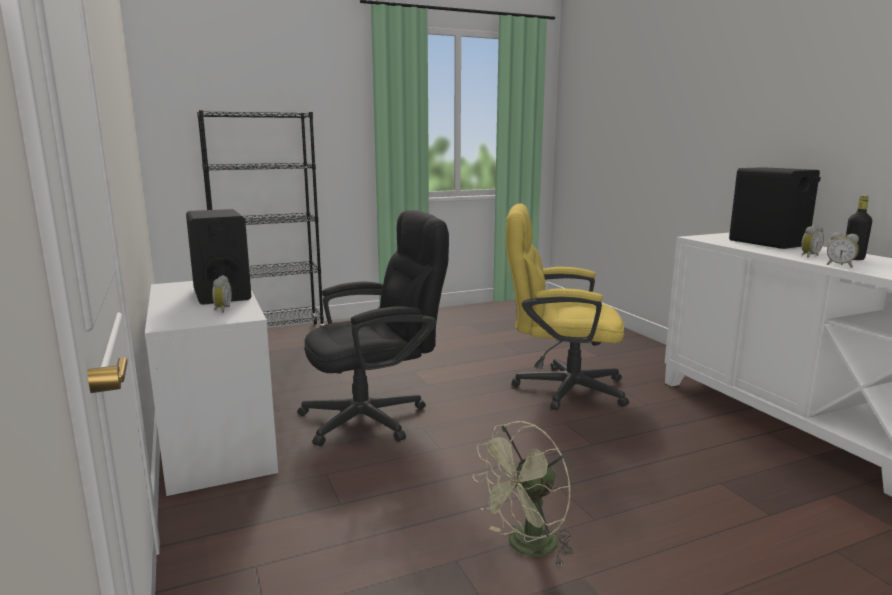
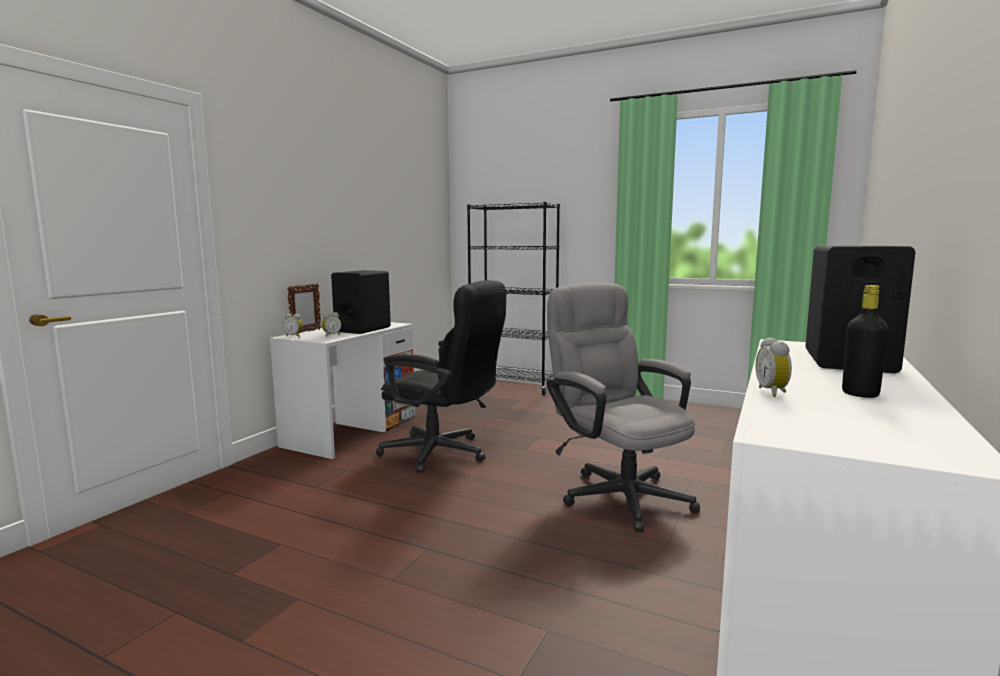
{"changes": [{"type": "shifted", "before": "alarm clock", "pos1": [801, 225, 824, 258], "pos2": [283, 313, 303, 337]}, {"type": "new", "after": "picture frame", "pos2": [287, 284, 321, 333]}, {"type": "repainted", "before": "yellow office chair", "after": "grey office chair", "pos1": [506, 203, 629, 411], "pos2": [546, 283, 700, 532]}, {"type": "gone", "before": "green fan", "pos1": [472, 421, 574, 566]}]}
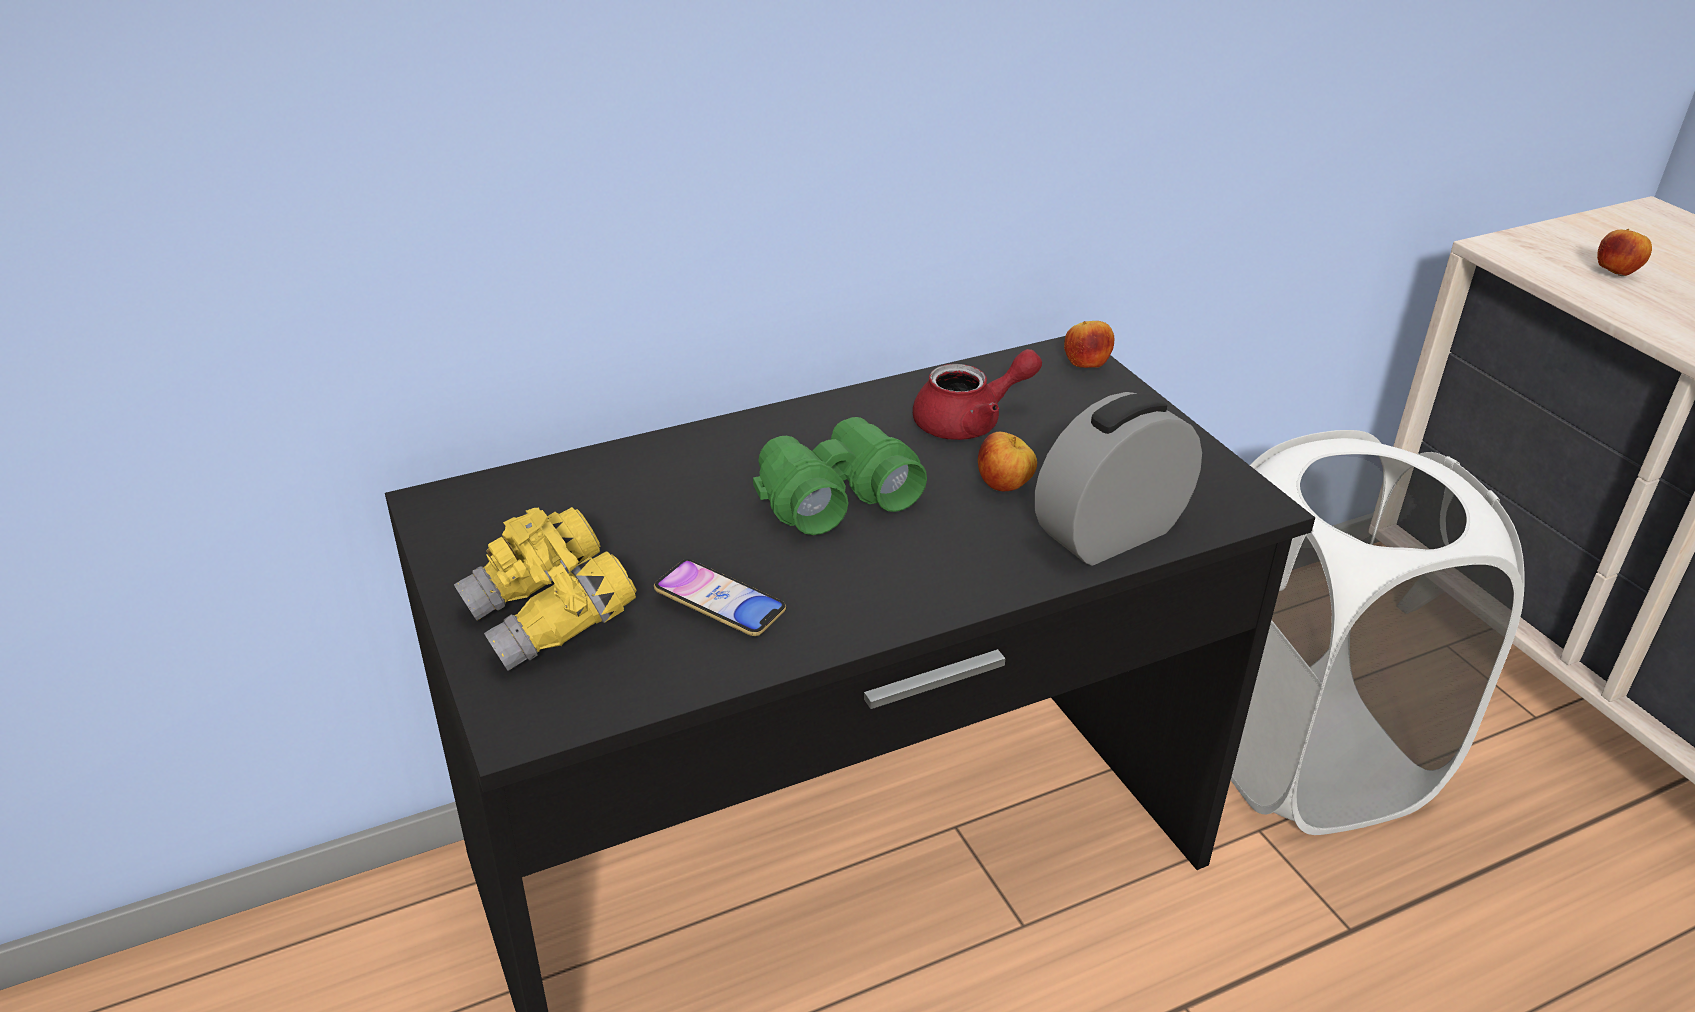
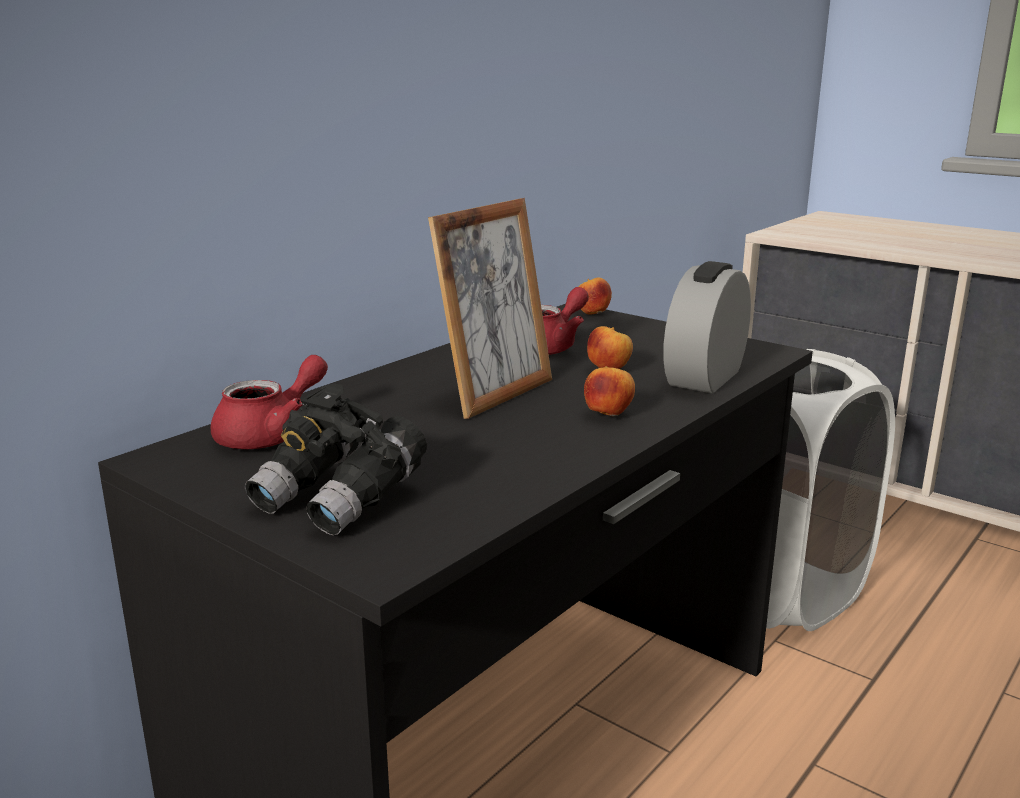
{"changes": [{"type": "new", "after": "red teapot", "pos2": [211, 355, 328, 449]}, {"type": "repainted", "before": "yellow binoculars", "after": "black binoculars", "pos1": [454, 507, 636, 671], "pos2": [245, 383, 427, 535]}, {"type": "swapped", "before": "green binoculars", "after": "picture frame", "pos1": [753, 417, 927, 535], "pos2": [428, 198, 552, 419]}, {"type": "shifted", "before": "apple", "pos1": [1597, 229, 1652, 276], "pos2": [584, 366, 635, 416]}, {"type": "gone", "before": "phone", "pos1": [654, 559, 786, 636]}]}
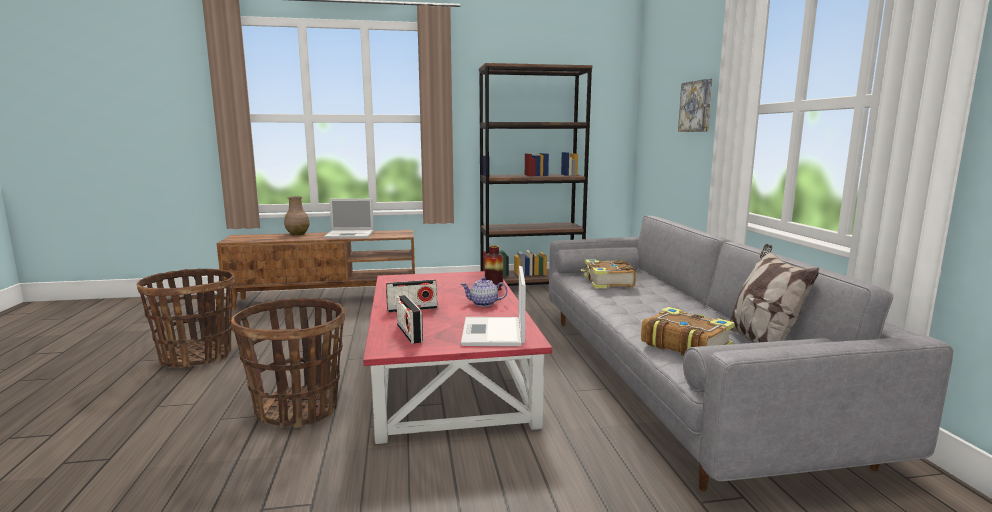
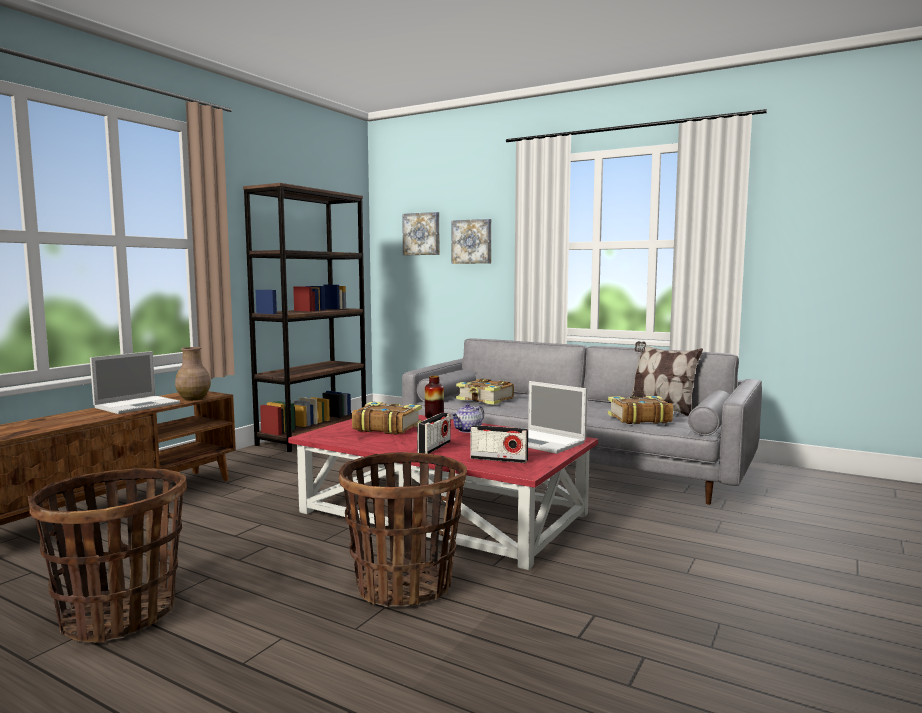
{"changes": [{"type": "shifted", "before": "brown vase", "pos1": [284, 196, 309, 235], "pos2": [175, 347, 211, 401]}, {"type": "new", "after": "book", "pos2": [352, 402, 422, 435]}, {"type": "new", "after": "picture", "pos2": [402, 212, 439, 255]}]}
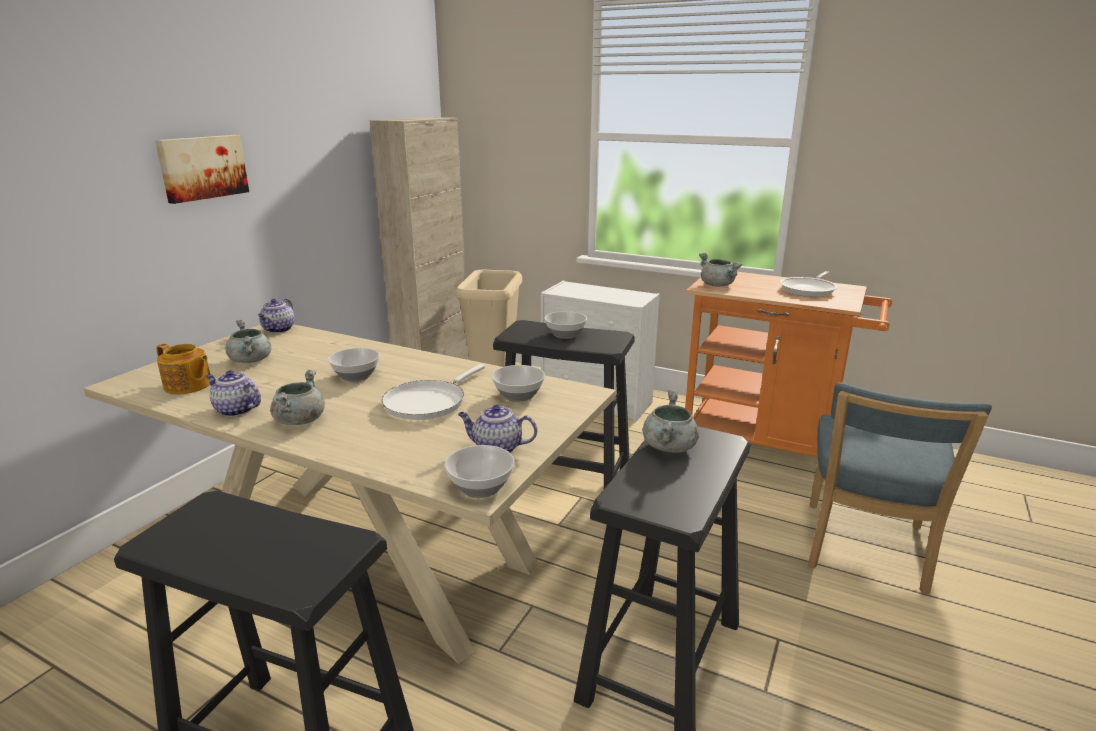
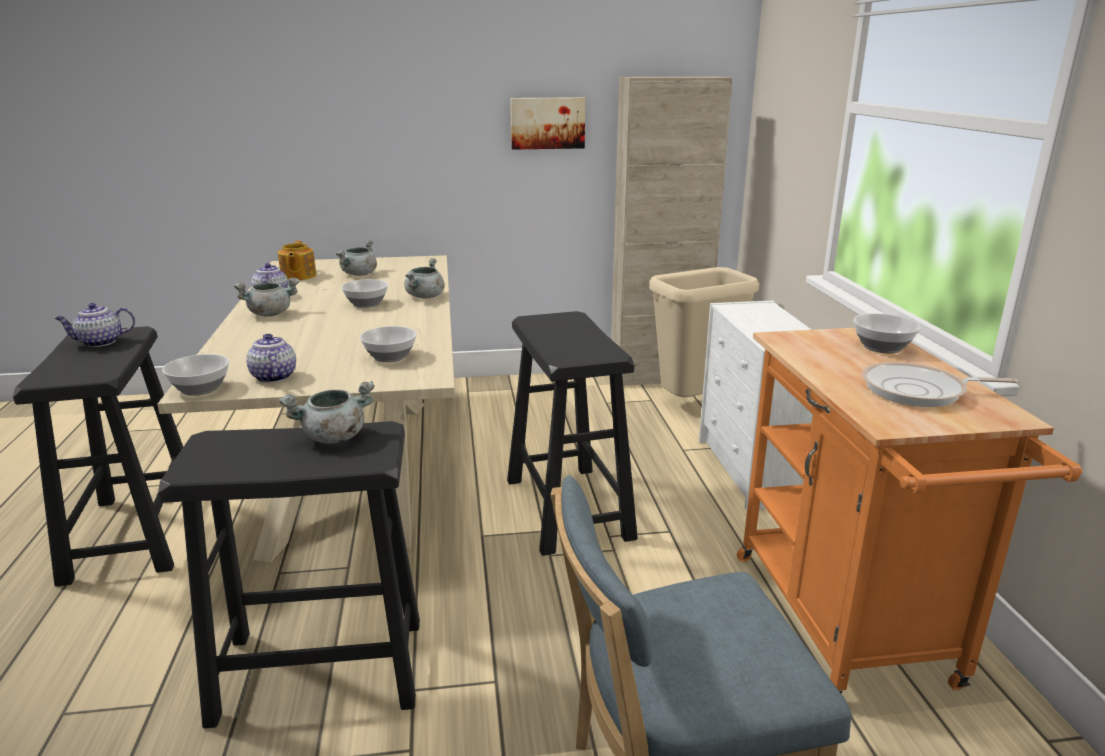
{"changes": [{"type": "shifted", "before": "teapot", "pos1": [258, 299, 295, 333], "pos2": [55, 303, 135, 347]}, {"type": "shifted", "before": "grey cooking pot", "pos1": [699, 253, 742, 286], "pos2": [404, 258, 445, 298]}, {"type": "shifted", "before": "picture", "pos1": [155, 135, 249, 204], "pos2": [511, 97, 585, 150]}, {"type": "shifted", "before": "bowl", "pos1": [545, 311, 587, 339], "pos2": [853, 313, 921, 353]}, {"type": "gone", "before": "white frying pan", "pos1": [382, 364, 485, 420]}]}
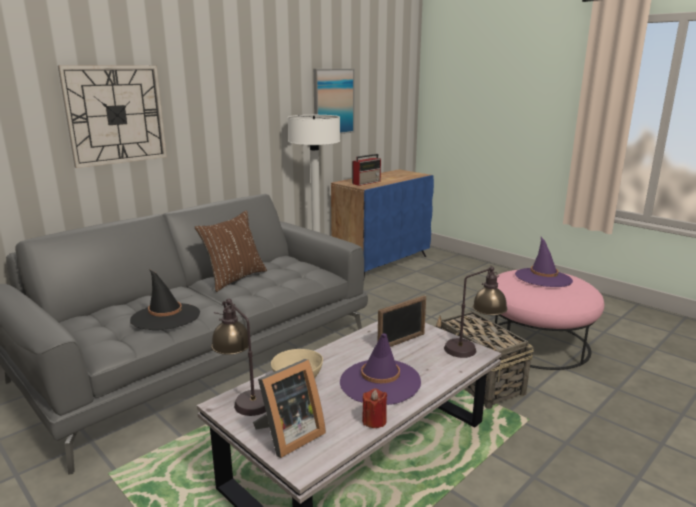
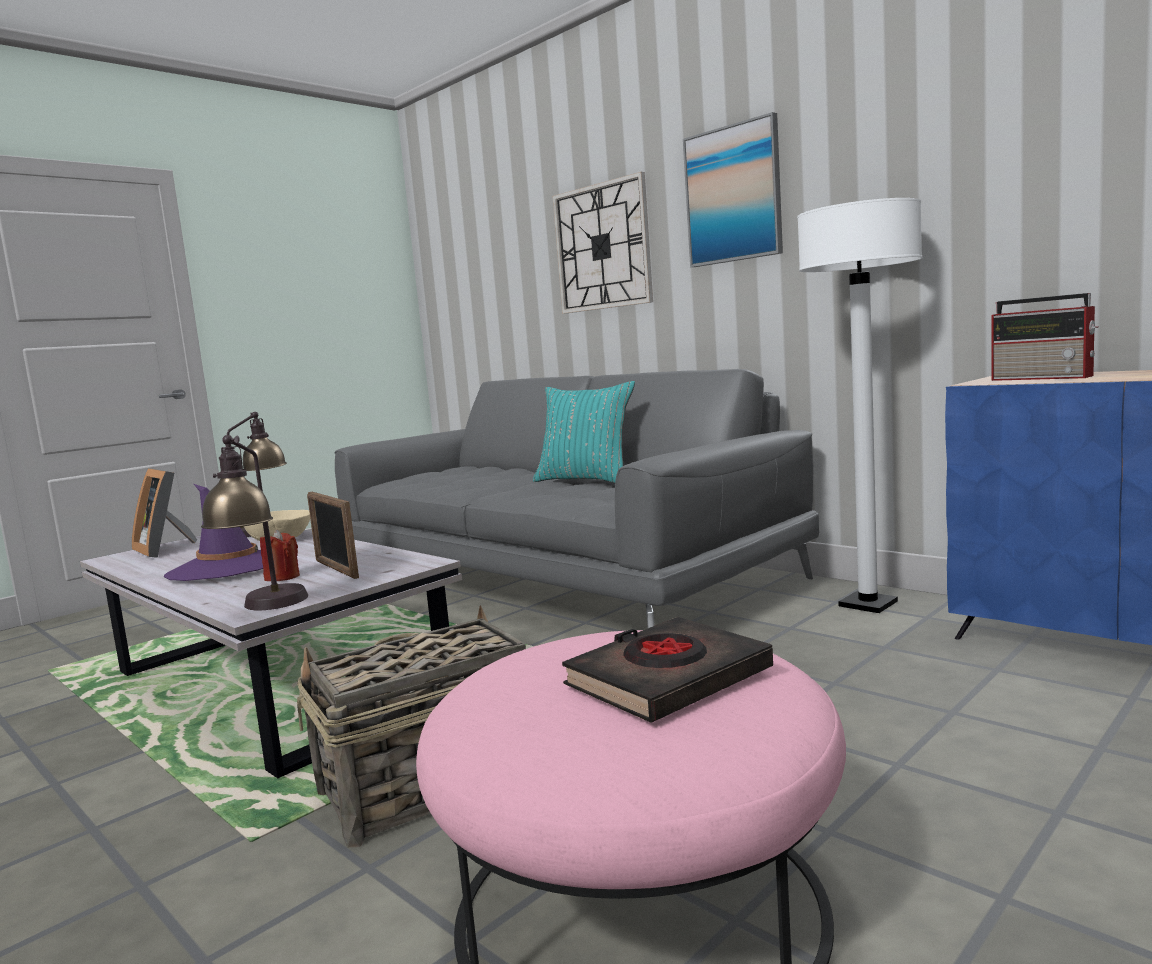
{"changes": [{"type": "shifted", "before": "red candle", "pos1": [362, 388, 387, 428], "pos2": [260, 530, 300, 581]}, {"type": "repainted", "before": "brown pillow", "after": "turquoise pillow", "pos1": [195, 210, 267, 292], "pos2": [533, 381, 635, 483]}, {"type": "swapped", "before": "purple hat", "after": "black book", "pos1": [515, 237, 573, 287], "pos2": [562, 617, 773, 723]}, {"type": "shifted", "before": "picture", "pos1": [313, 69, 355, 134], "pos2": [683, 112, 783, 267]}, {"type": "gone", "before": "black hat", "pos1": [130, 269, 200, 330]}]}
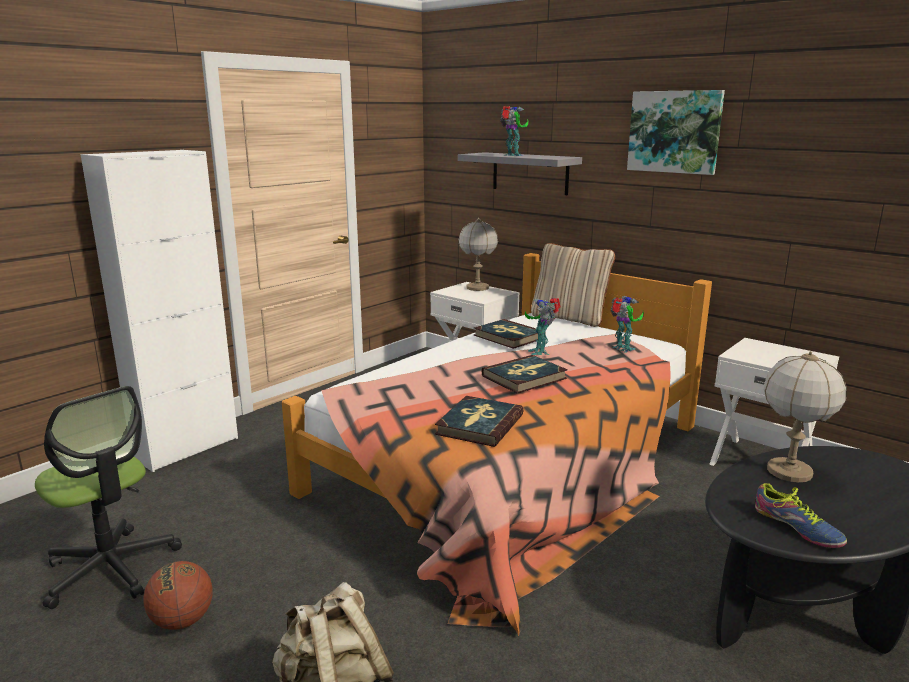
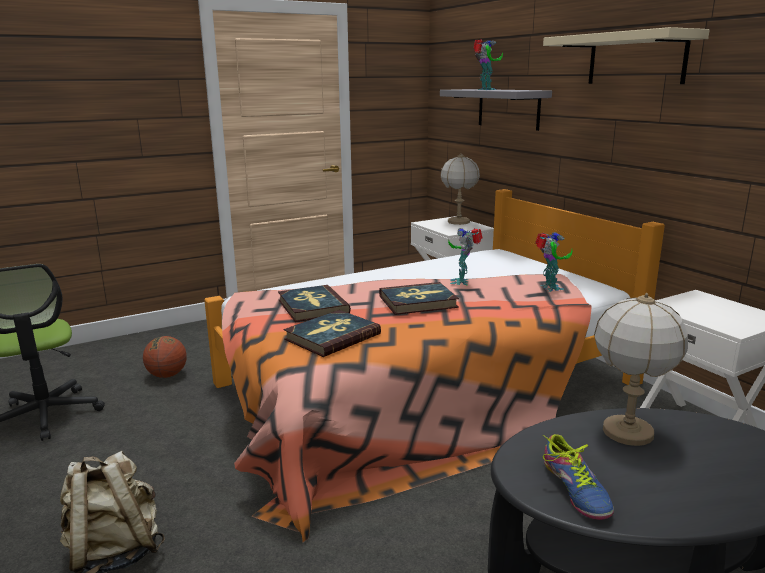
{"changes": [{"type": "shifted", "before": "basketball", "pos1": [143, 561, 213, 630], "pos2": [143, 336, 187, 378]}, {"type": "shifted", "before": "book", "pos1": [474, 319, 546, 349], "pos2": [278, 285, 351, 322]}, {"type": "swapped", "before": "picture", "after": "beige shelf", "pos1": [627, 90, 725, 175], "pos2": [543, 27, 710, 84]}, {"type": "gone", "before": "white cabinet", "pos1": [81, 150, 238, 472]}, {"type": "gone", "before": "beige pillow", "pos1": [531, 243, 615, 327]}]}
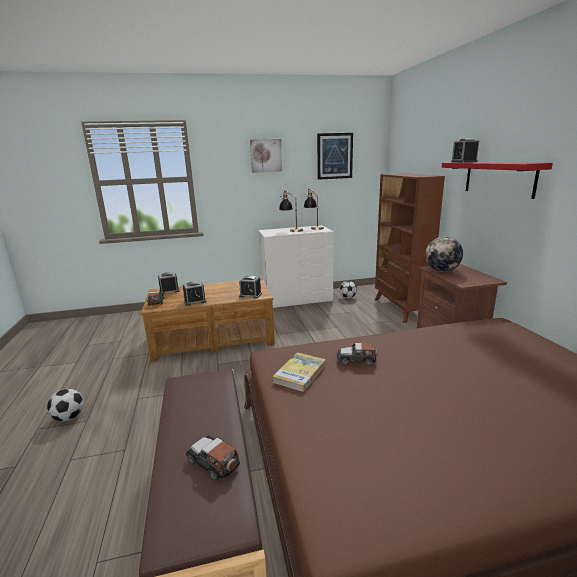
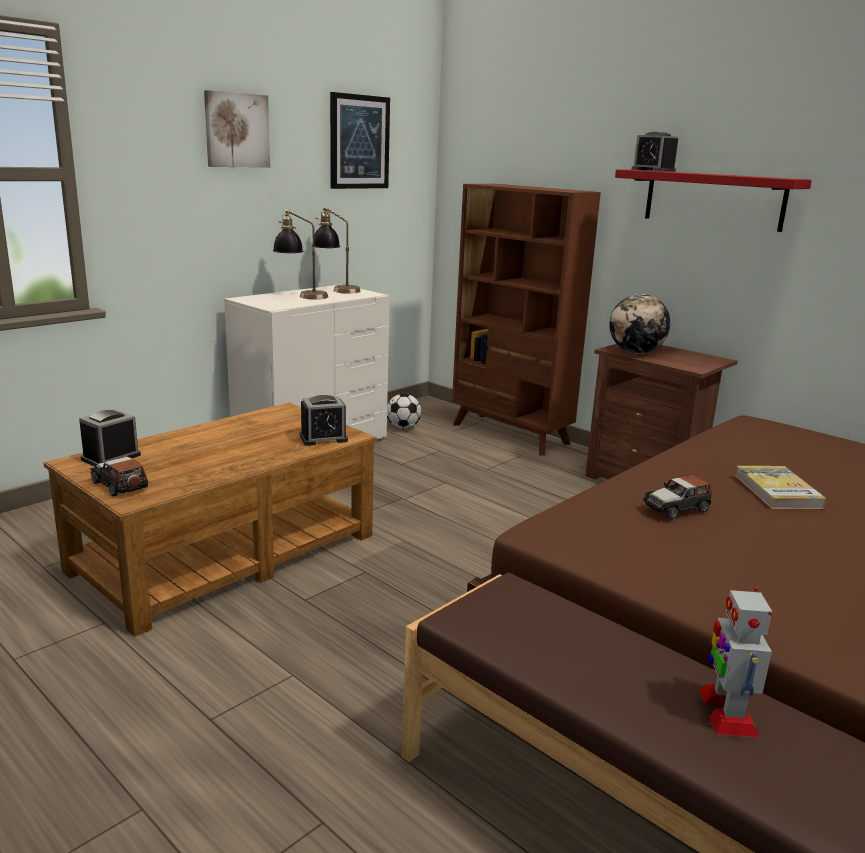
{"changes": [{"type": "swapped", "before": "toy car", "after": "toy robot", "pos1": [186, 436, 240, 481], "pos2": [699, 587, 773, 738]}, {"type": "shifted", "before": "book", "pos1": [272, 353, 326, 392], "pos2": [735, 466, 826, 509]}, {"type": "gone", "before": "football", "pos1": [47, 389, 84, 421]}, {"type": "gone", "before": "alarm clock", "pos1": [183, 281, 207, 306]}]}
